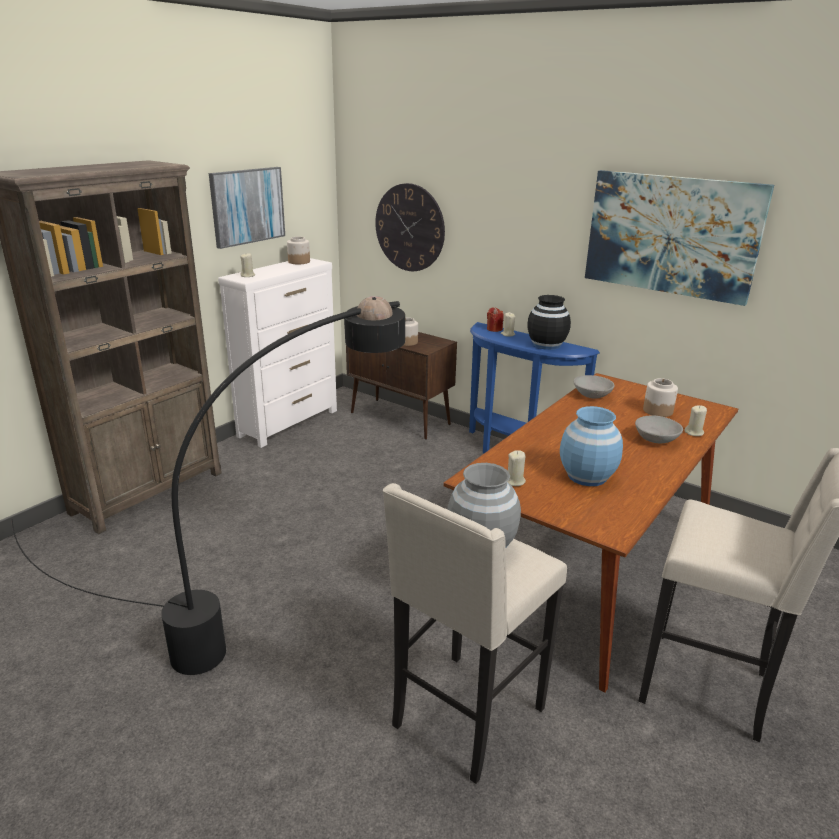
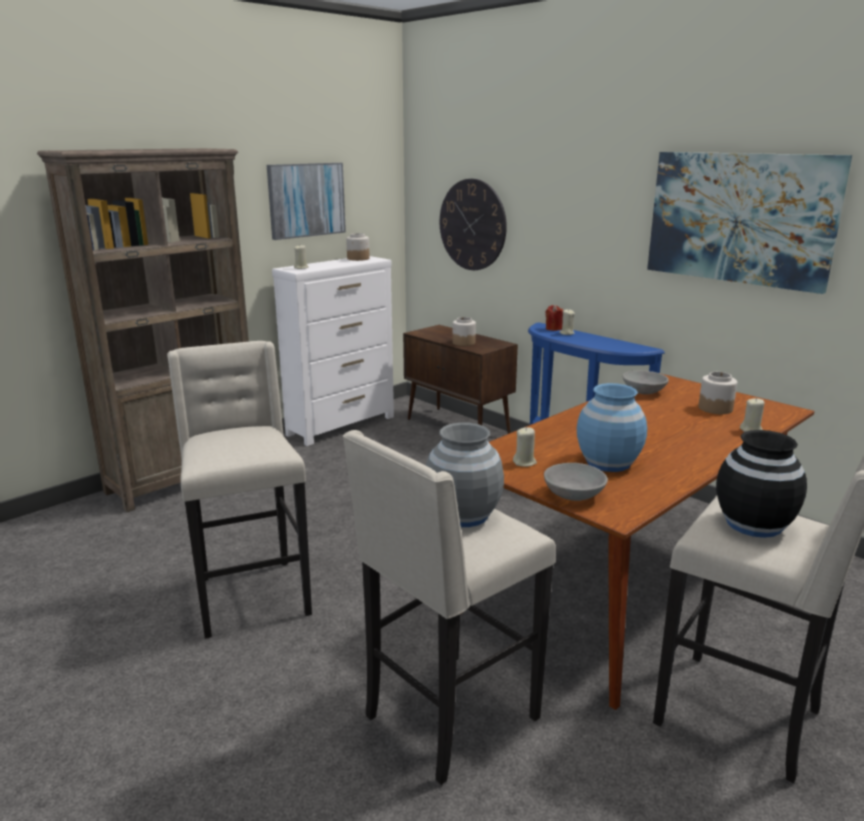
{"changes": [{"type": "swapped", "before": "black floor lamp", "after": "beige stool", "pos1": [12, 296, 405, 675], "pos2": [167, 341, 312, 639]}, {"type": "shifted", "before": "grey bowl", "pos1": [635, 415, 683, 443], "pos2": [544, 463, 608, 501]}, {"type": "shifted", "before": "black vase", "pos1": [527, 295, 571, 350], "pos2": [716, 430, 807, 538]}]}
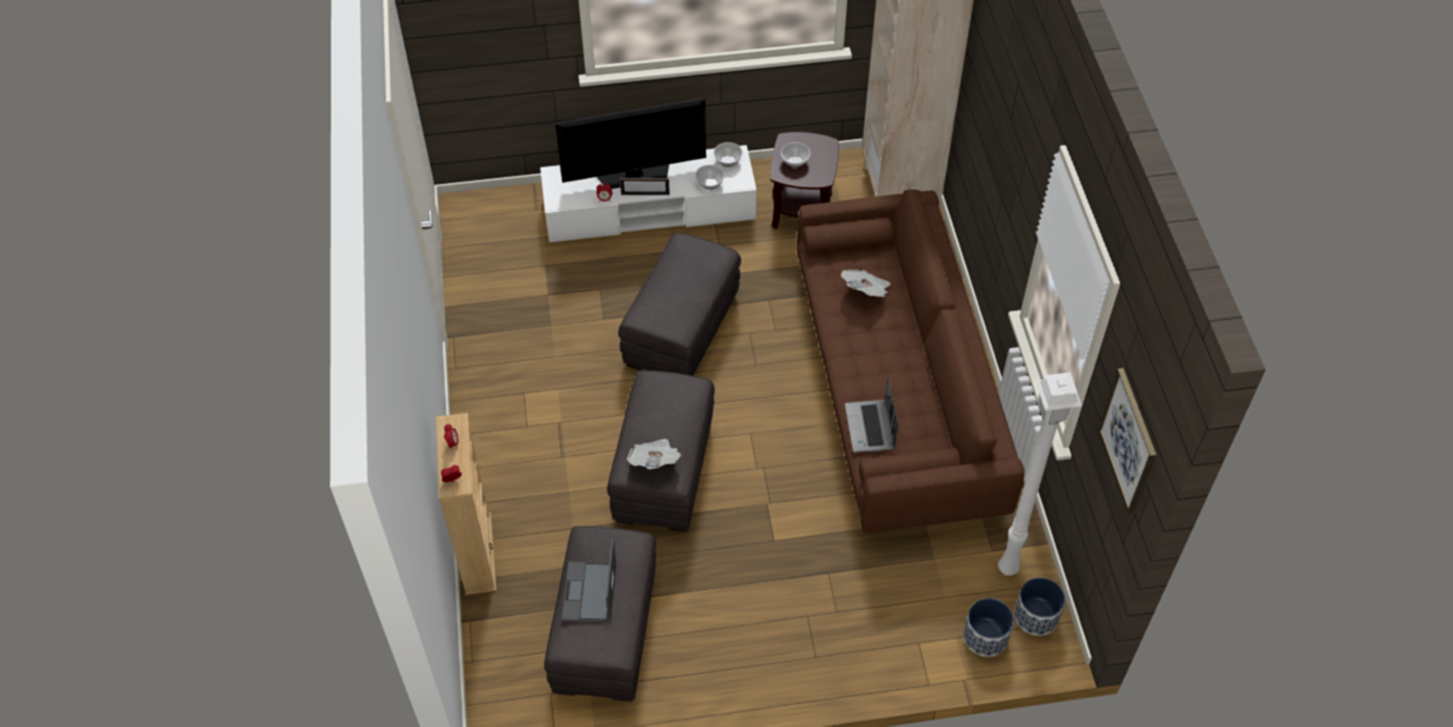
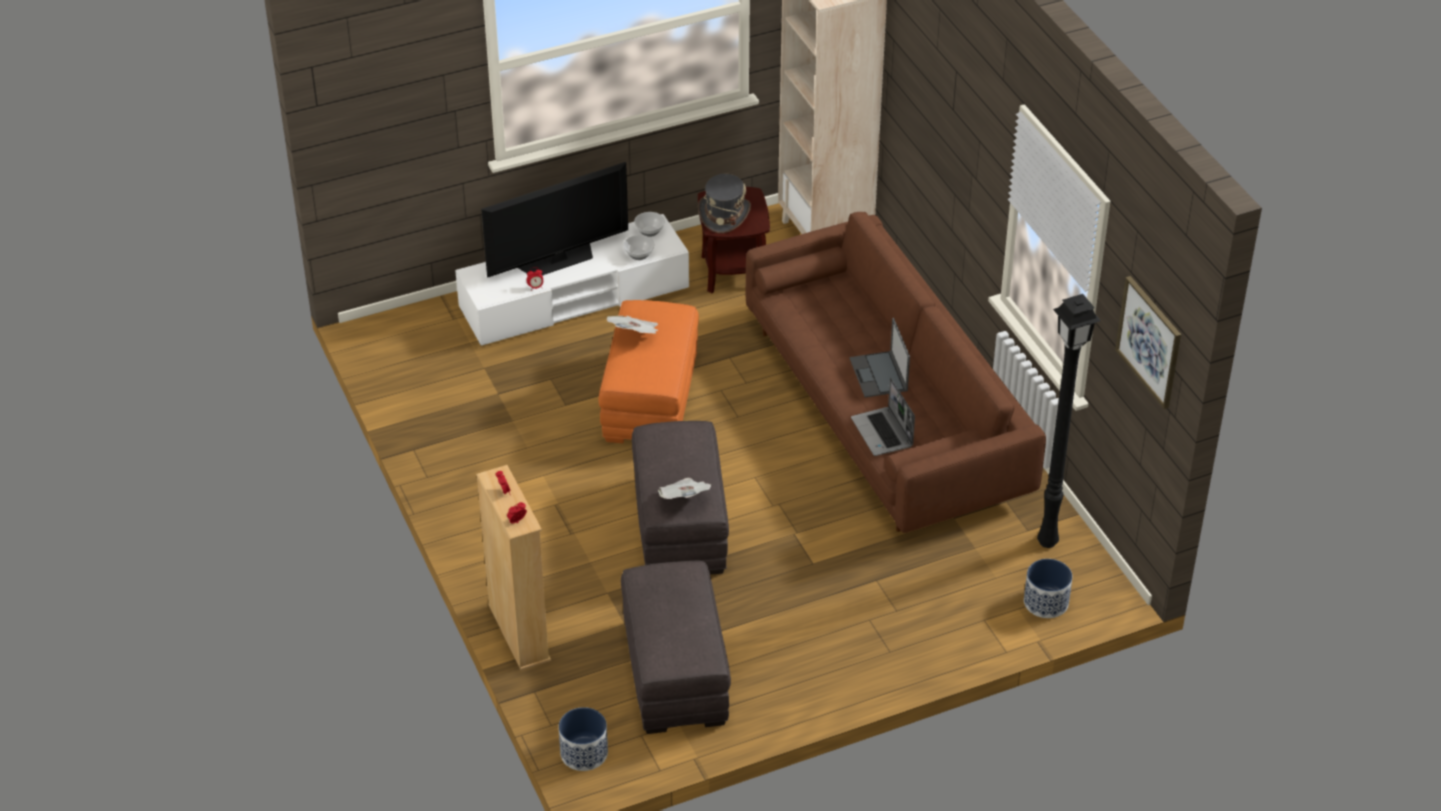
{"changes": [{"type": "shifted", "before": "planter", "pos1": [1014, 578, 1065, 636], "pos2": [559, 707, 608, 771]}, {"type": "repainted", "before": "grey ottoman", "after": "orange ottoman", "pos1": [618, 233, 741, 376], "pos2": [598, 300, 699, 443]}, {"type": "shifted", "before": "newspaper", "pos1": [841, 270, 891, 297], "pos2": [607, 316, 658, 334]}, {"type": "swapped", "before": "bowl", "after": "grey hat", "pos1": [781, 142, 811, 168], "pos2": [698, 174, 751, 233]}, {"type": "shifted", "before": "laptop", "pos1": [562, 539, 616, 622], "pos2": [850, 318, 910, 398]}, {"type": "repainted", "before": "white floor lamp", "after": "black floor lamp", "pos1": [998, 372, 1082, 576], "pos2": [1037, 294, 1101, 548]}, {"type": "gone", "before": "picture frame", "pos1": [620, 178, 670, 195]}]}
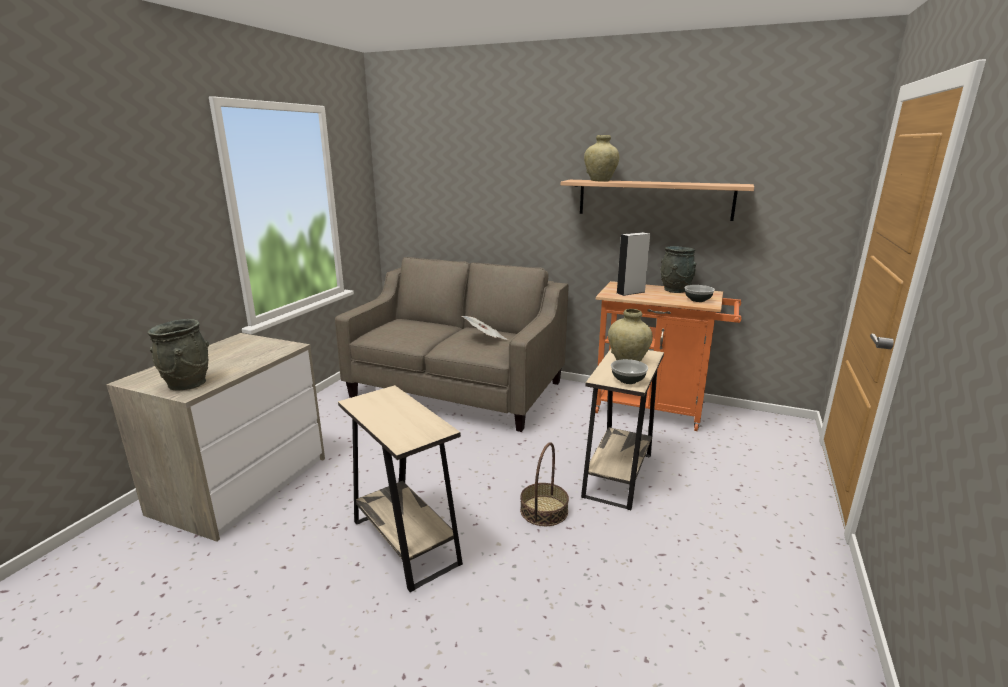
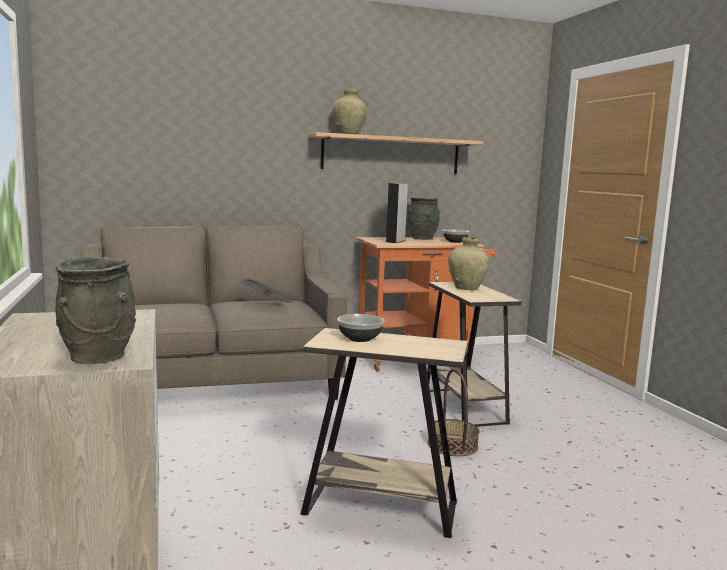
{"changes": [{"type": "shifted", "before": "bowl", "pos1": [611, 359, 648, 384], "pos2": [337, 314, 384, 342]}]}
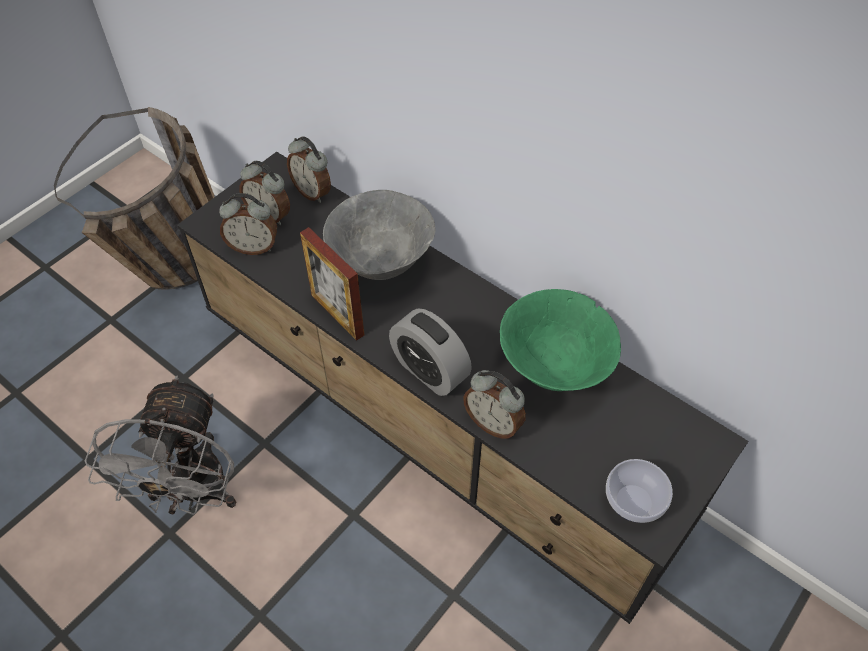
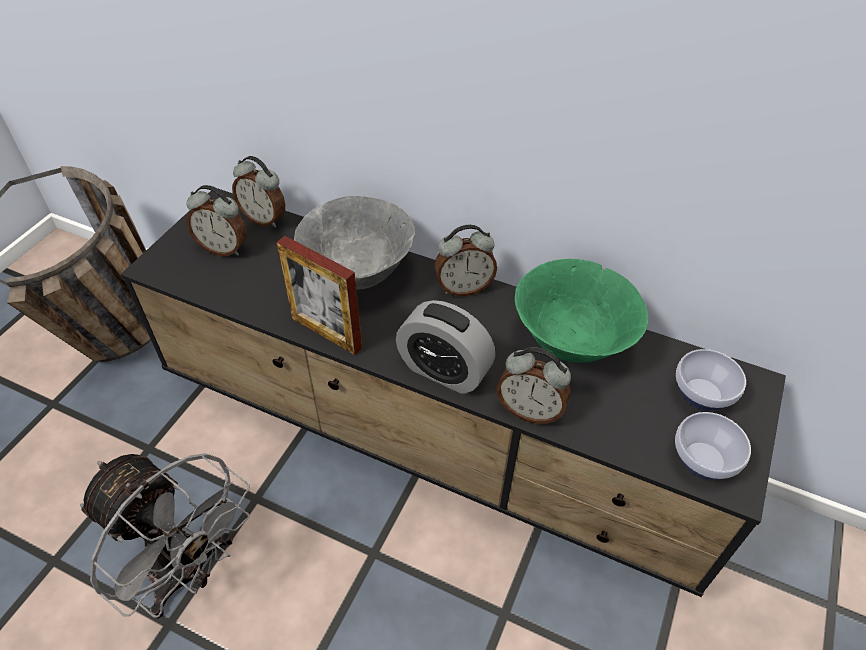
{"changes": [{"type": "rotated", "before": "grey fan", "pos1": [85, 375, 237, 515], "pos2": [80, 453, 250, 619], "turn": -45}, {"type": "shifted", "before": "alarm clock", "pos1": [219, 193, 277, 255], "pos2": [434, 225, 497, 296]}, {"type": "new", "after": "bowl", "pos2": [676, 349, 746, 410]}]}
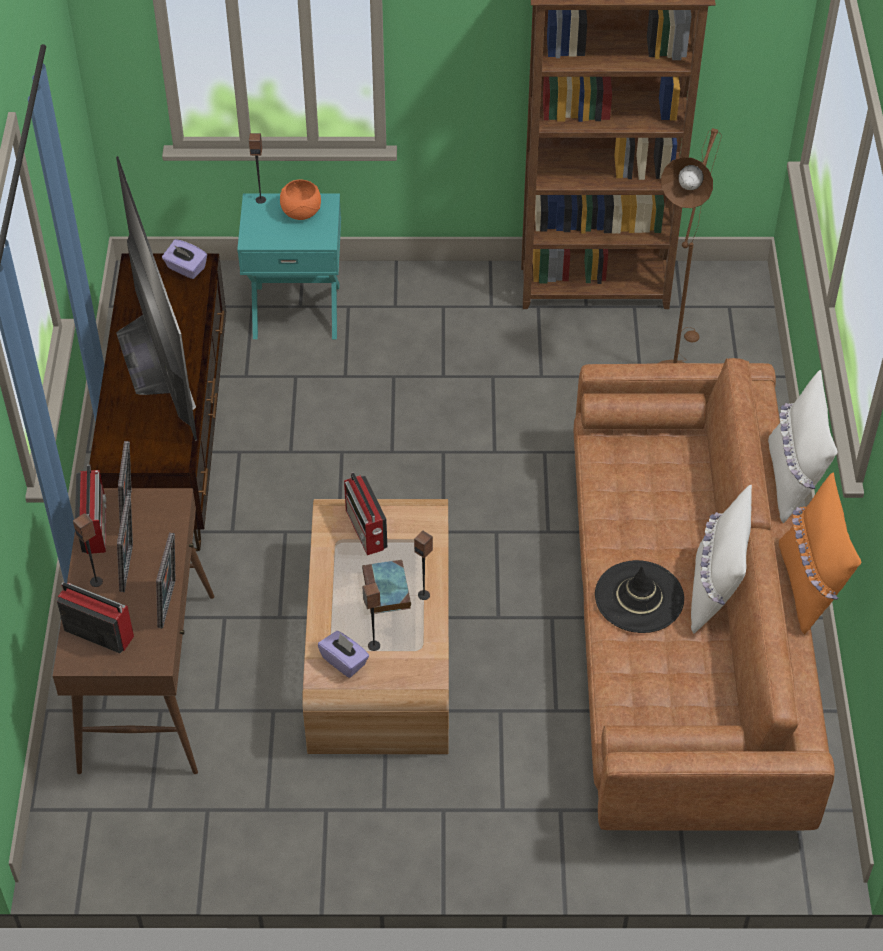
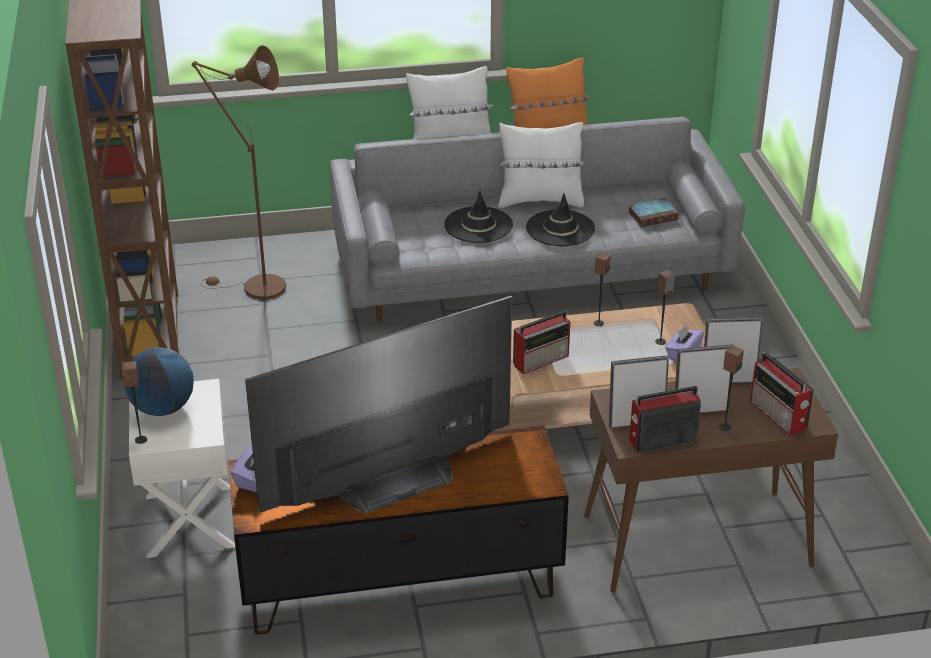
{"changes": [{"type": "swapped", "before": "orange bowl", "after": "globe", "pos1": [280, 179, 321, 220], "pos2": [124, 347, 194, 416]}, {"type": "repainted", "before": "turquoise nightstand", "after": "white nightstand", "pos1": [237, 193, 341, 339], "pos2": [129, 379, 235, 558]}, {"type": "repainted", "before": "brown sofa", "after": "grey sofa", "pos1": [574, 358, 835, 830], "pos2": [330, 117, 745, 323]}, {"type": "new", "after": "black hat", "pos2": [444, 190, 513, 243]}, {"type": "shifted", "before": "book", "pos1": [362, 560, 411, 614], "pos2": [628, 198, 679, 227]}, {"type": "rotated", "before": "radio", "pos1": [57, 582, 134, 653], "pos2": [750, 352, 814, 436], "turn": -45}]}
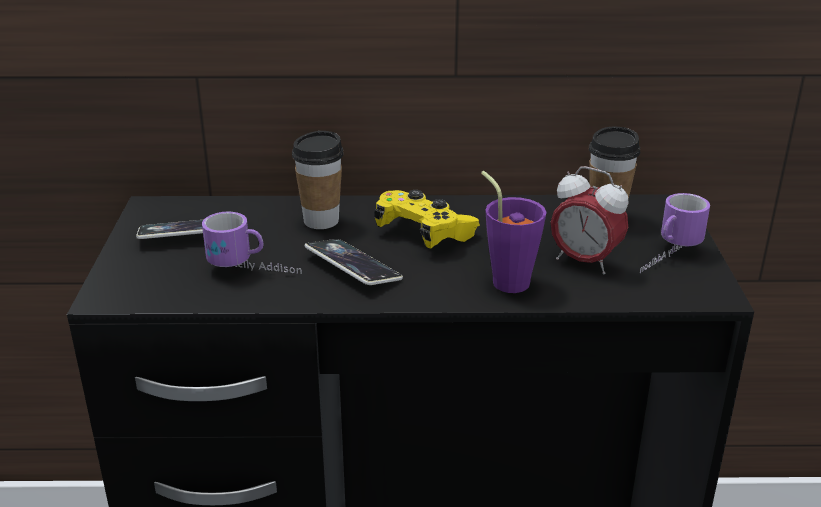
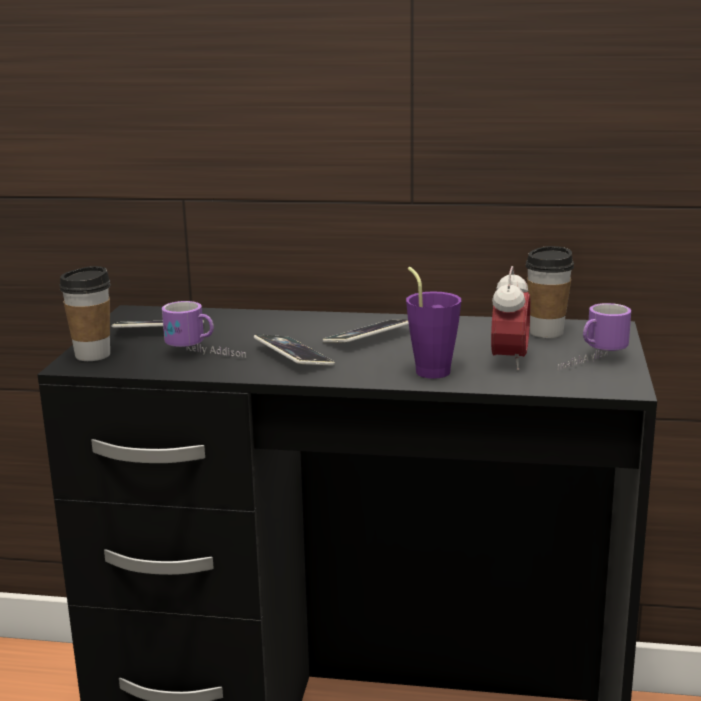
{"changes": [{"type": "shifted", "before": "cup", "pos1": [292, 131, 344, 229], "pos2": [59, 266, 111, 361]}, {"type": "swapped", "before": "yellow game controller", "after": "phone", "pos1": [374, 190, 480, 248], "pos2": [323, 319, 409, 343]}, {"type": "rotated", "before": "alarm clock", "pos1": [551, 166, 629, 274], "pos2": [491, 266, 531, 371], "turn": -120}]}
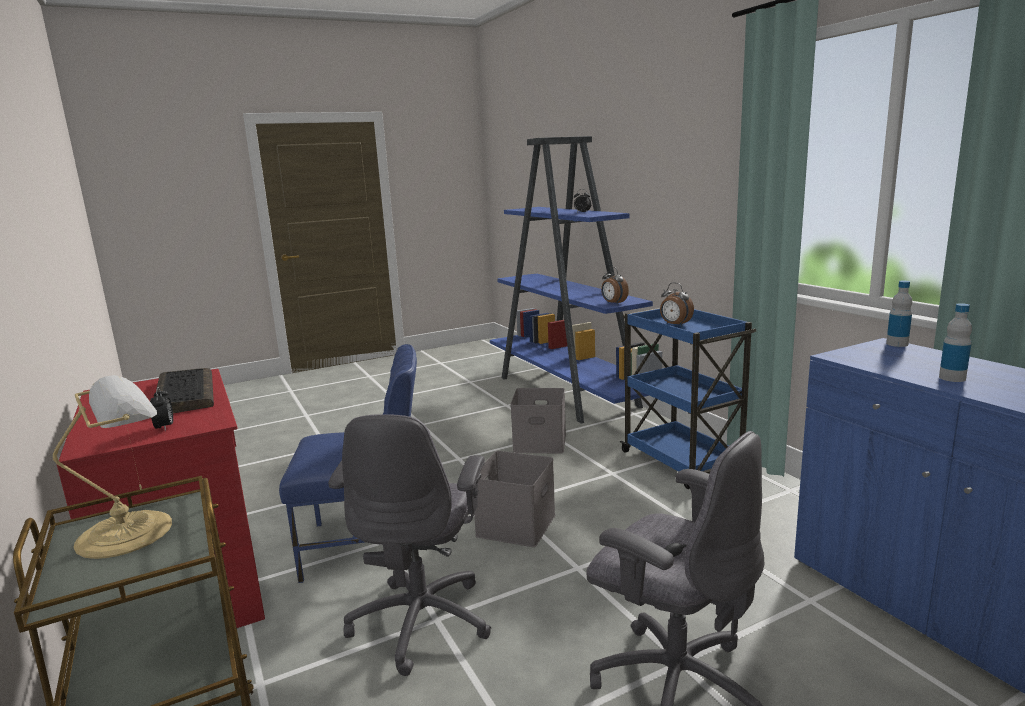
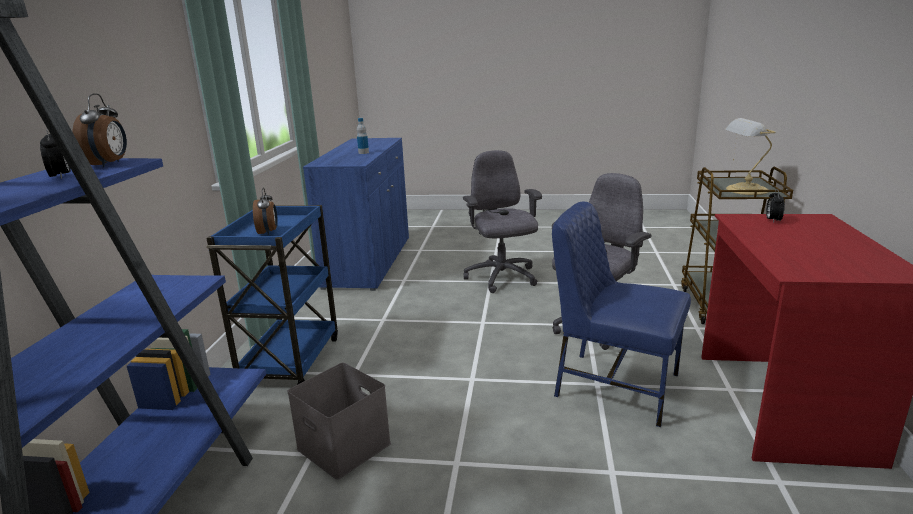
{"changes": [{"type": "shifted", "before": "alarm clock", "pos1": [601, 267, 629, 305], "pos2": [73, 94, 127, 167]}, {"type": "gone", "before": "keyboard", "pos1": [156, 368, 214, 413]}, {"type": "gone", "before": "grey storage box", "pos1": [474, 451, 555, 547]}, {"type": "gone", "before": "bottle", "pos1": [886, 281, 912, 347]}]}
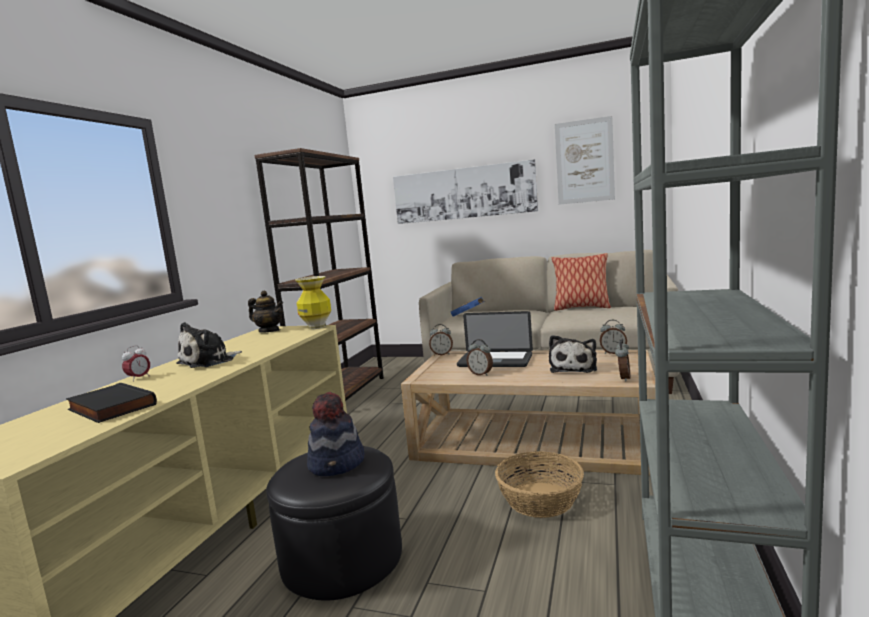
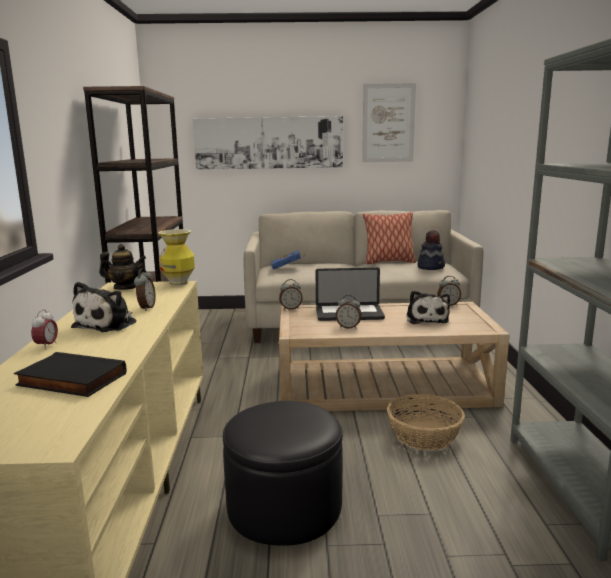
{"changes": [{"type": "shifted", "before": "alarm clock", "pos1": [615, 340, 630, 382], "pos2": [134, 268, 156, 311]}, {"type": "shifted", "before": "hat", "pos1": [307, 392, 364, 476], "pos2": [417, 230, 445, 270]}]}
